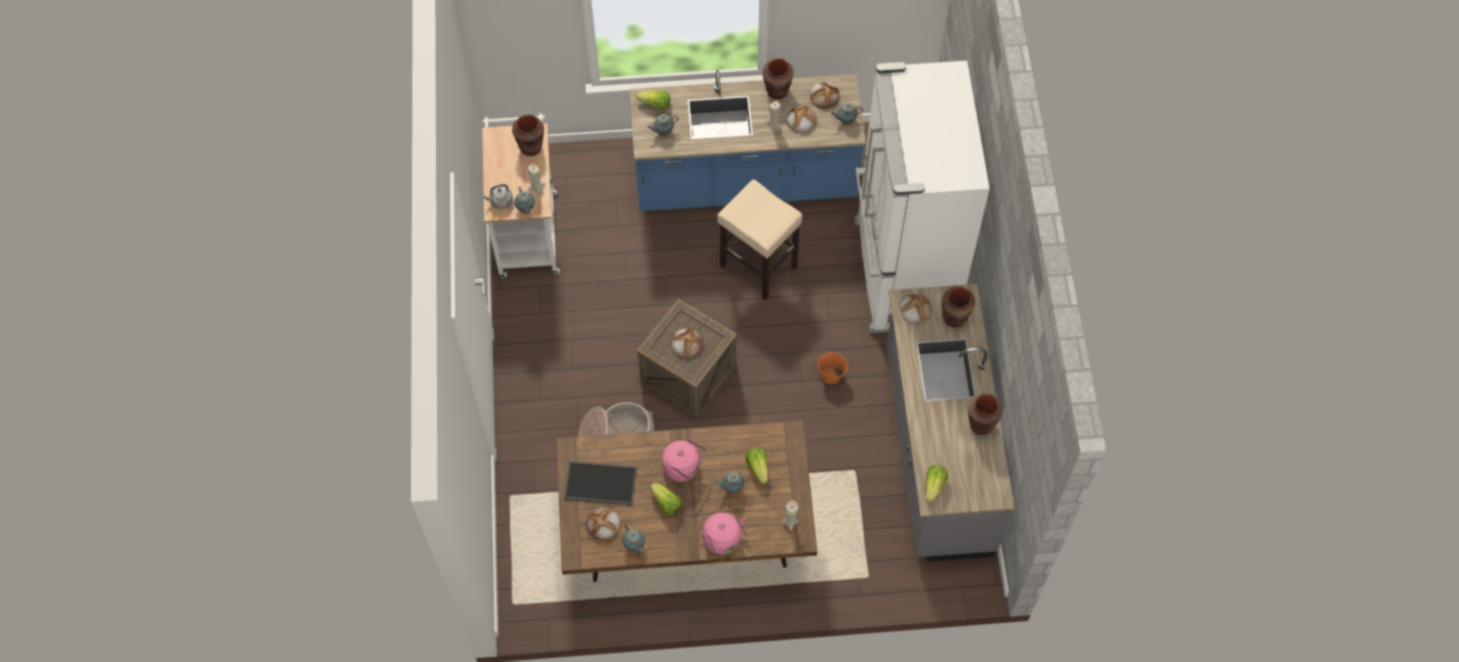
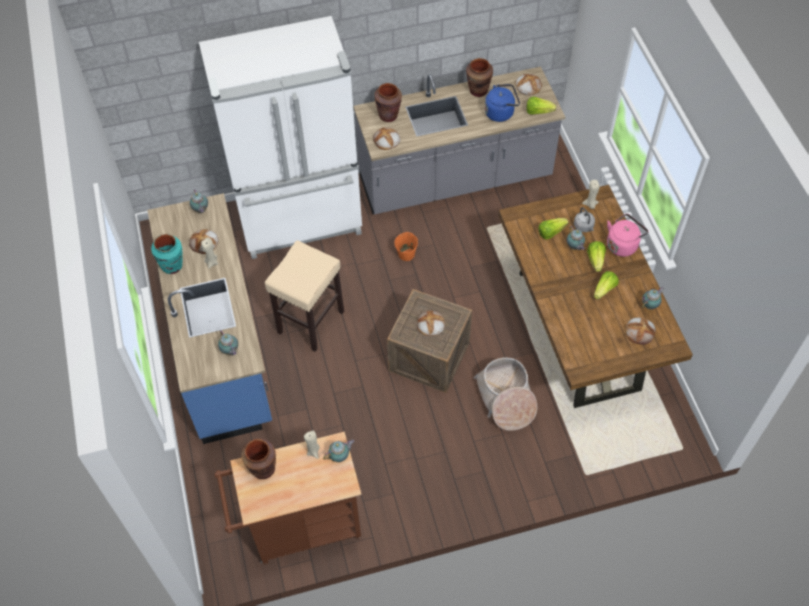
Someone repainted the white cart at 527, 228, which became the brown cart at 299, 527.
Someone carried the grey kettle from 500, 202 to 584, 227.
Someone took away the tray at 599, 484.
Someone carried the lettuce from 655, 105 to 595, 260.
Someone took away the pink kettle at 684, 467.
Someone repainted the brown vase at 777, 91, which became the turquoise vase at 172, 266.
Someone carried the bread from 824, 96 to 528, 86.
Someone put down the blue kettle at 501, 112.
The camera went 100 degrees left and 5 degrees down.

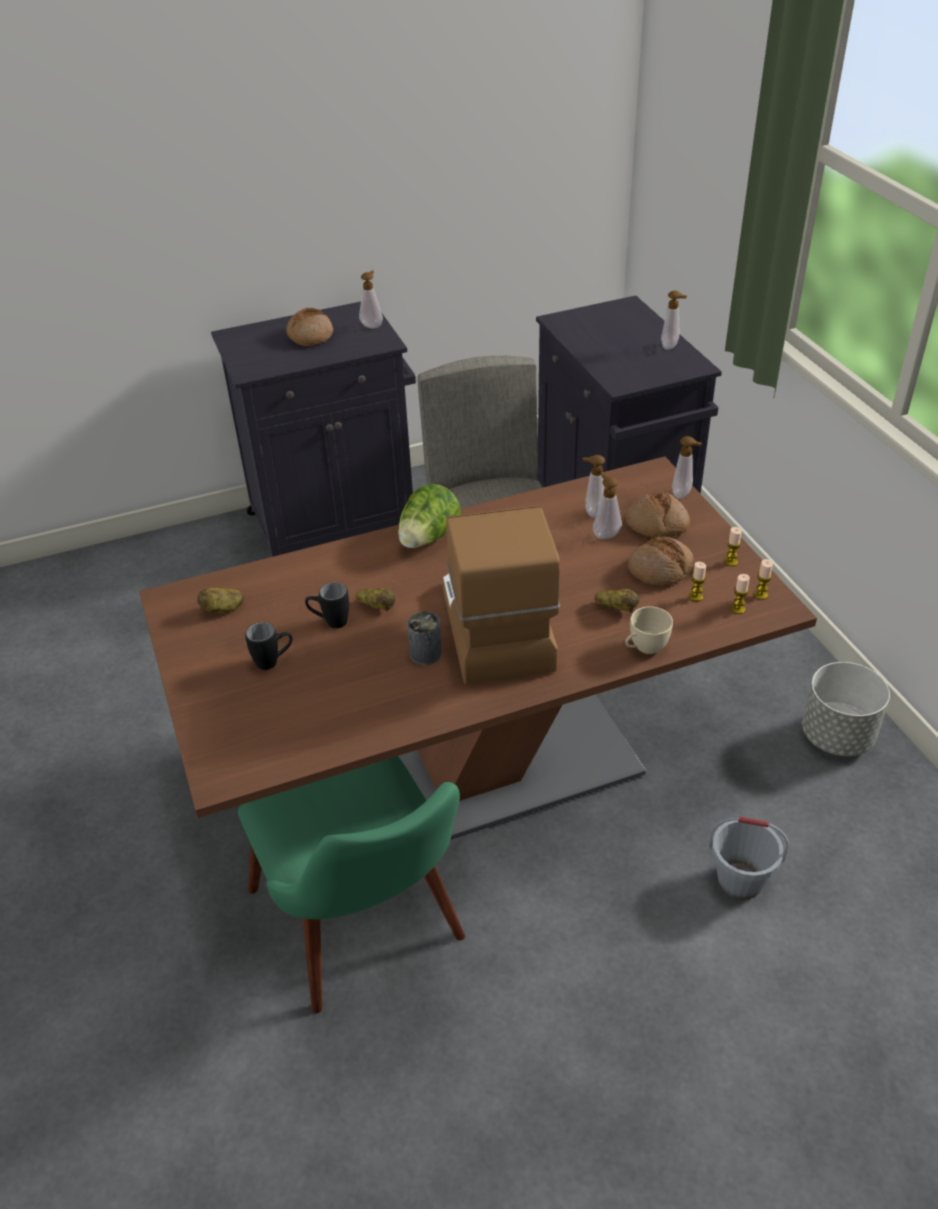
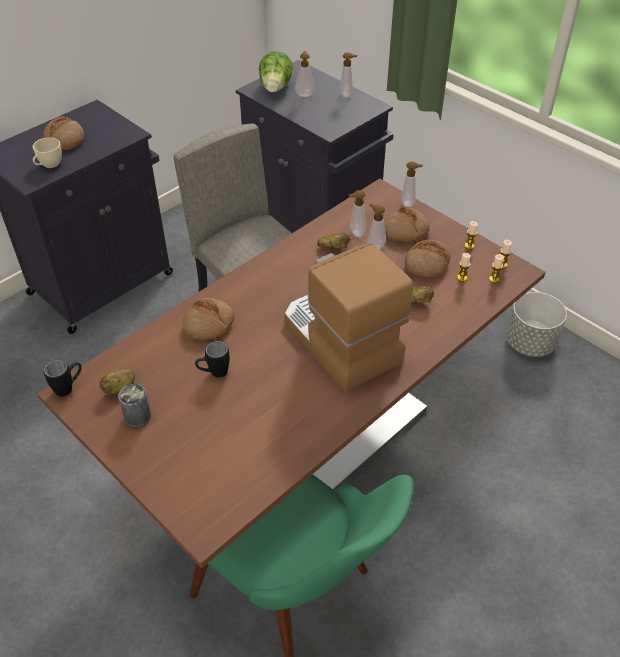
Someone carried the black mug from 274, 661 to 69, 388.
Someone carried the potato from 377, 607 to 333, 248.
Someone carried the soap dispenser from 372, 325 to 305, 94.
Someone carried the lettuce from 428, 538 to 275, 88.
Someone carried the can from 425, 653 to 137, 416.
Someone carried the beige cup from 644, 648 to 49, 165.
Someone took away the grey bucket at 740, 880.
Someone put down the bread at 209, 325.
The camera went 25 degrees left and 5 degrees up.

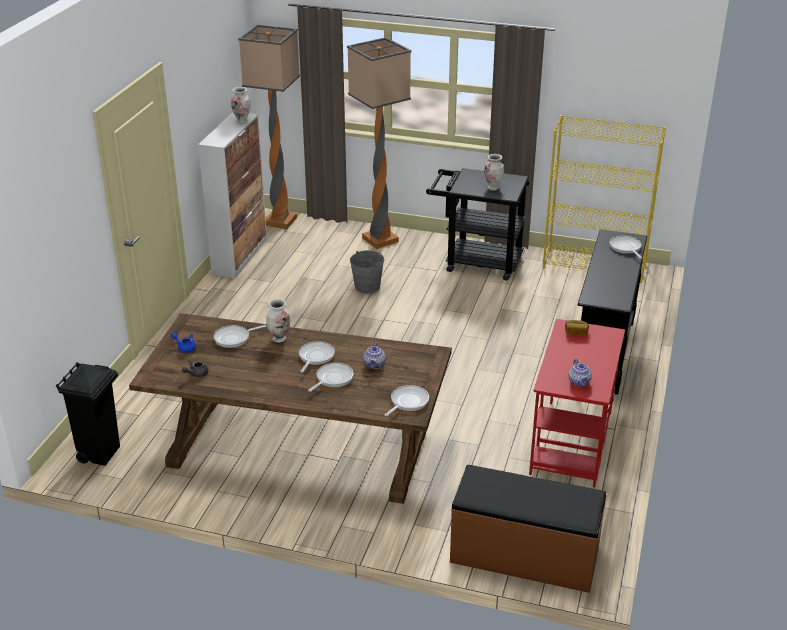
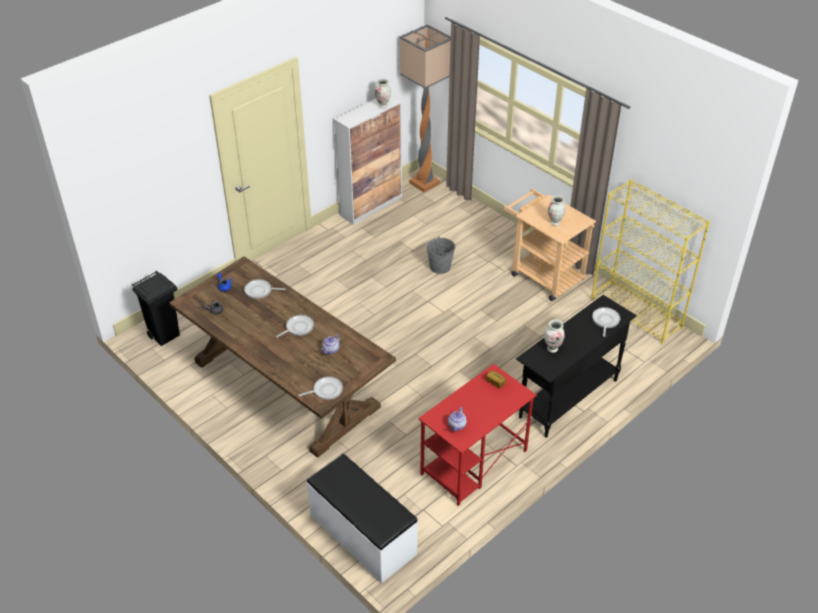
Someone carried the vase from 279, 339 to 552, 349.
Someone took away the frying pan at 333, 378.
Someone took away the floor lamp at 380, 240.
Someone repainted the black cart at 476, 262, which became the beige cart at 542, 274.
Someone repainted the brown bench at 524, 556, which became the white bench at 362, 535.
The camera went 30 degrees right and 10 degrees up.

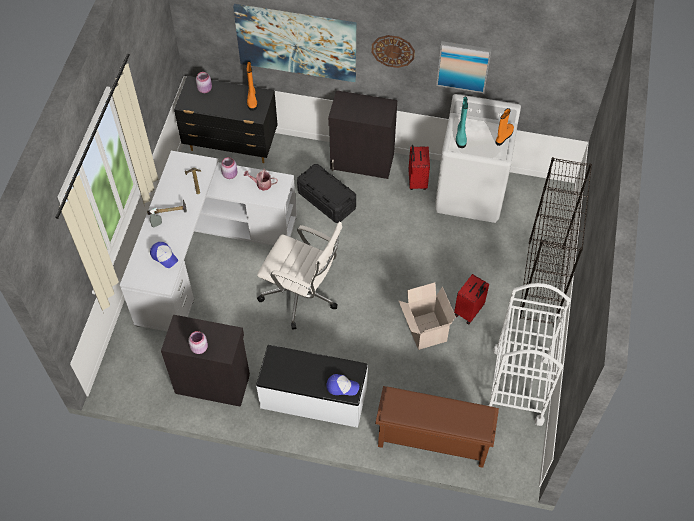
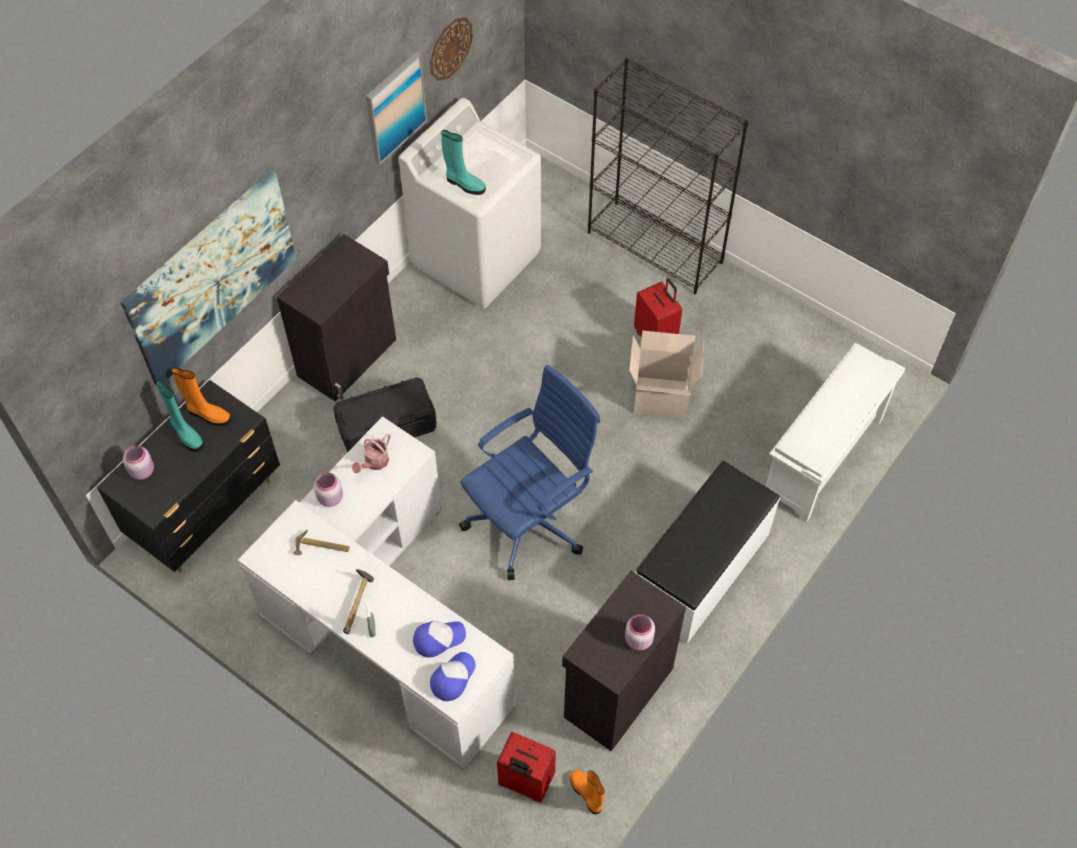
Someone repainted the white office chair at 302, 295, which became the blue office chair at 530, 521.
Someone carried the cap from 342, 386 to 452, 678.
Someone carried the wall clock from 393, 50 to 450, 48.
Someone repainted the brown shoe rack at 431, 441, which became the white shoe rack at 823, 458.
Someone carried the red suitcase from 416, 181 to 525, 782.
Someone took away the white cart at 518, 385.
Someone carried the orange boot from 503, 136 to 587, 794.
Someone put down the turquoise boot at 186, 434.
The camera went 65 degrees left and 0 degrees up.

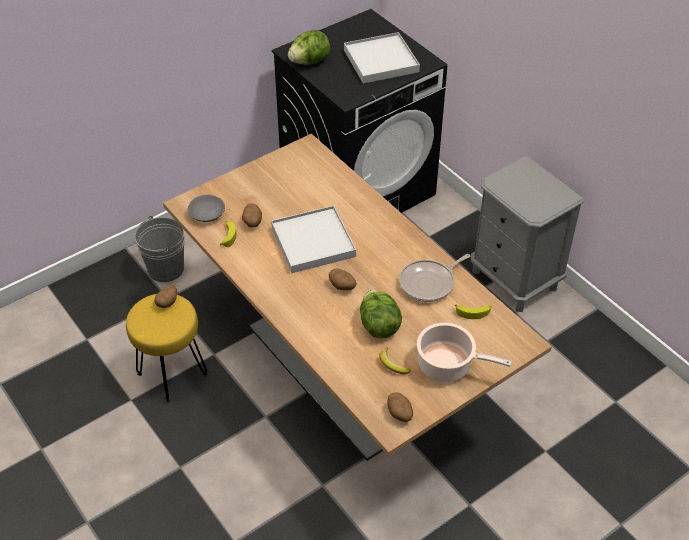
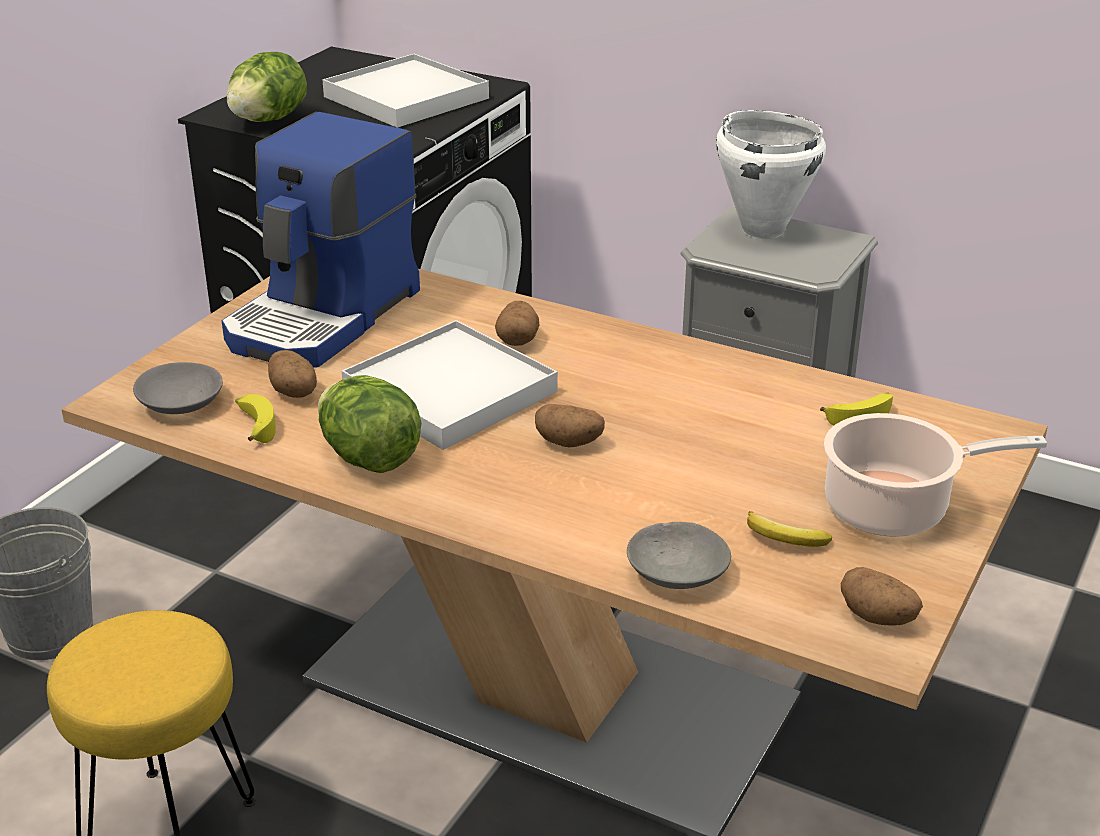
Someone carried the potato from 167, 302 to 517, 340.
Someone carried the lettuce from 379, 326 to 369, 458.
Someone took away the frying pan at 429, 283.
Someone put down the coffee machine at 325, 317.
Someone put down the grey bowl at 678, 572.
Someone put down the white cooking pot at 762, 230.
The camera went 25 degrees left and 15 degrees down.

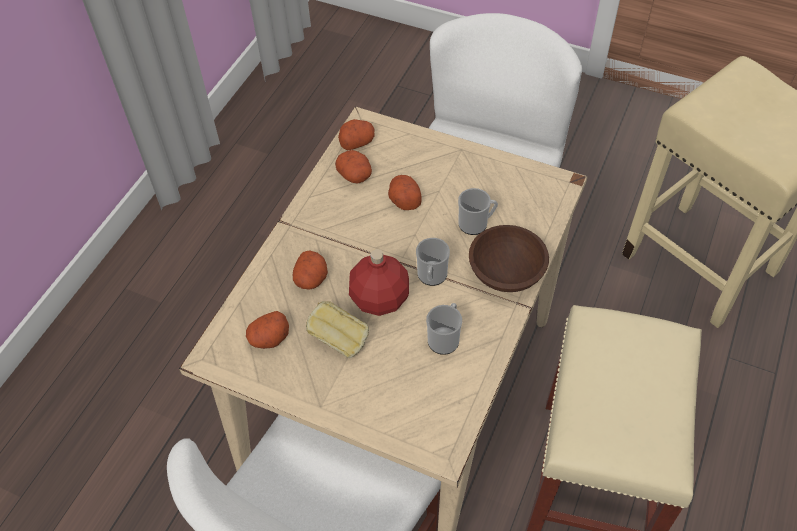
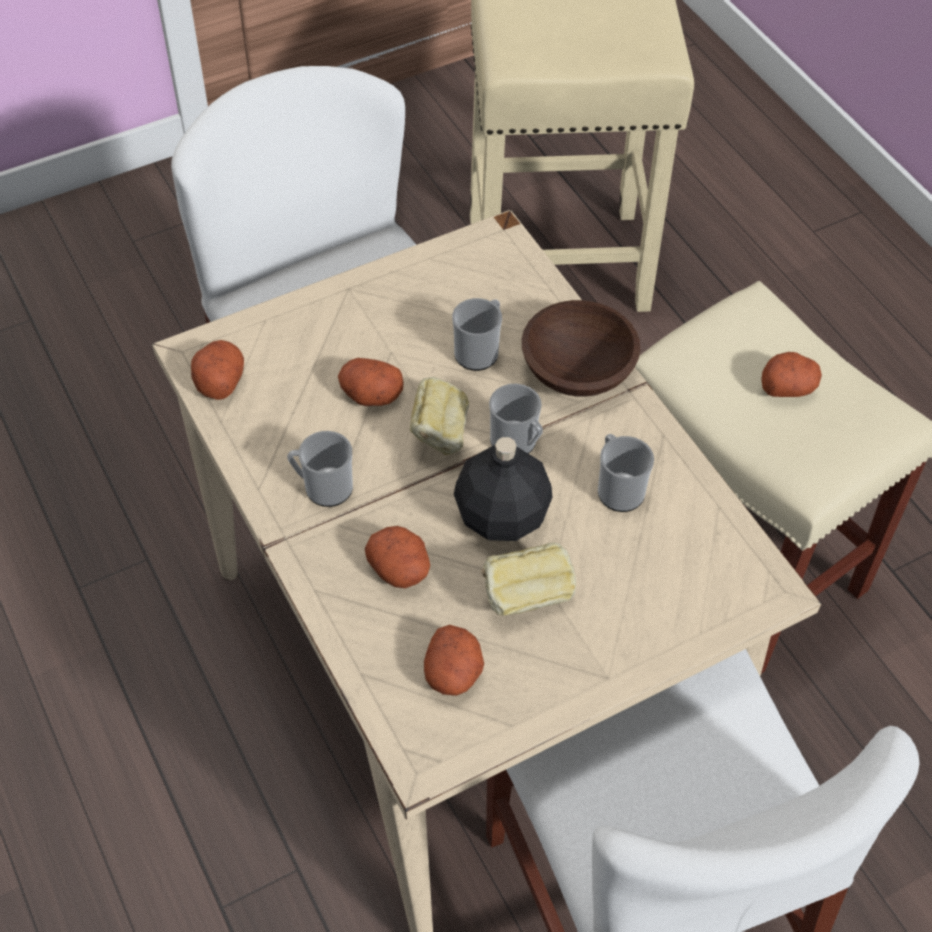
Someone carried the potato from 355, 175 to 788, 387.
Someone repainted the red bottle at 380, 299, which became the black bottle at 503, 516.
Someone put down the mug at 323, 487.
Someone put down the bread at 440, 435.
The camera went 55 degrees left and 0 degrees up.

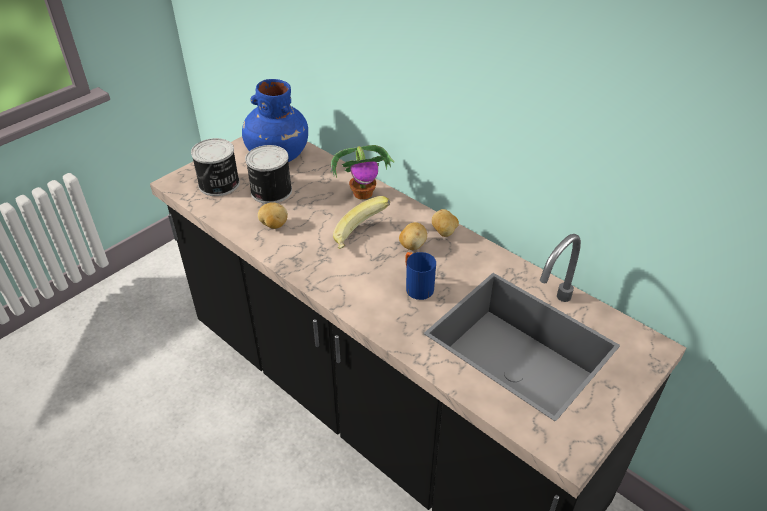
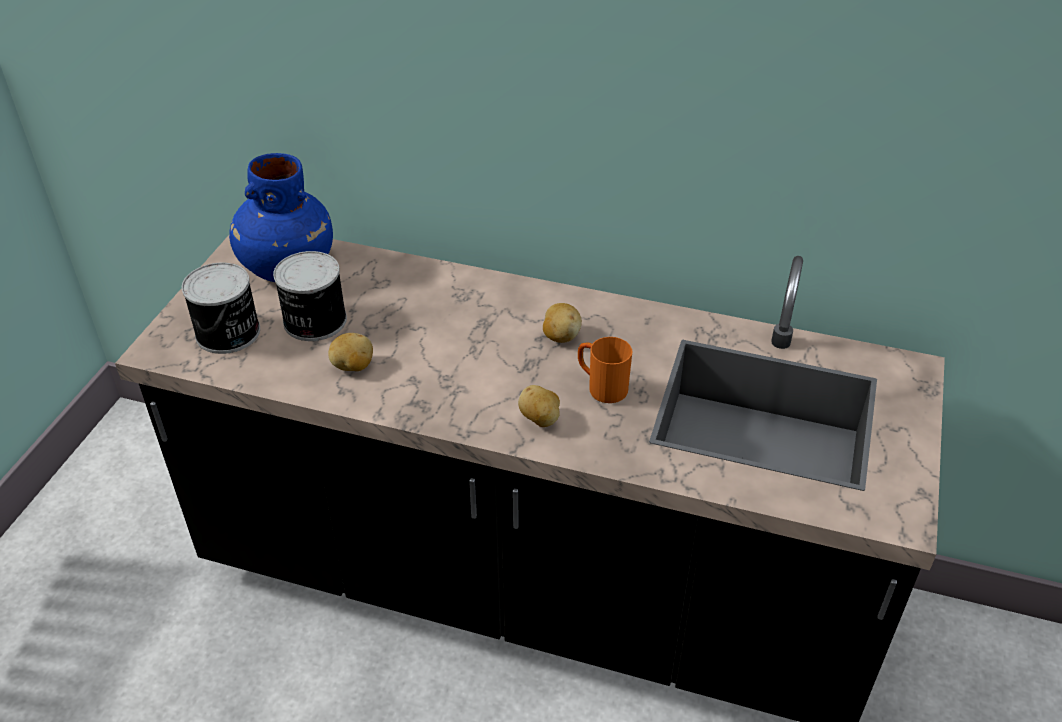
Someone took away the potted plant at 363, 193.
Someone took away the banana at 361, 237.
Someone repainted the blue mug at 416, 286, which became the orange mug at 601, 387.
Someone carried the potato from 444, 232 to 540, 419.
The camera went 25 degrees left and 0 degrees up.

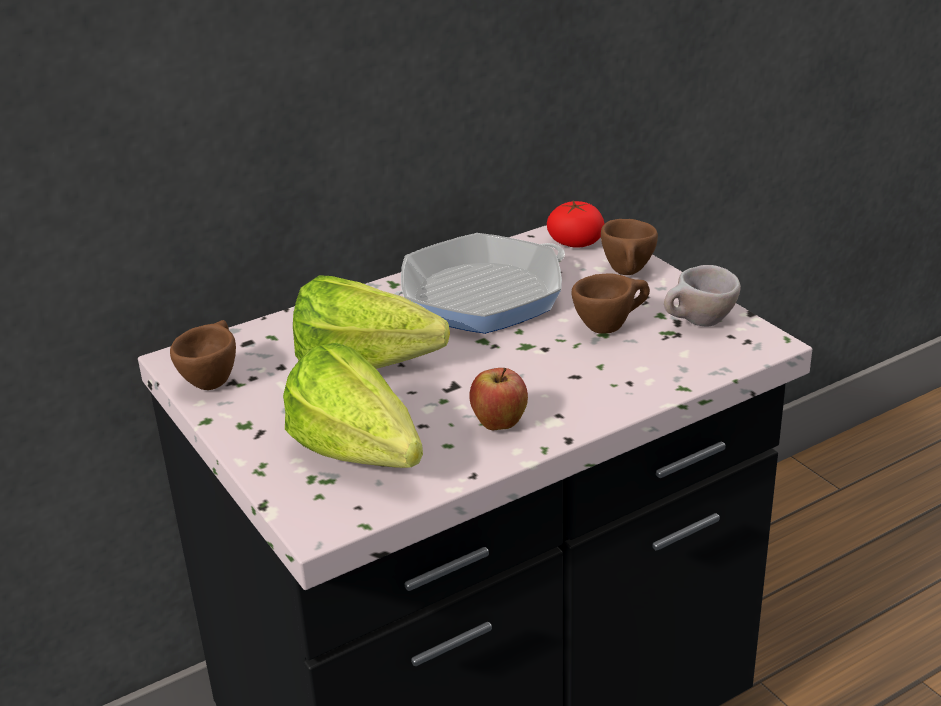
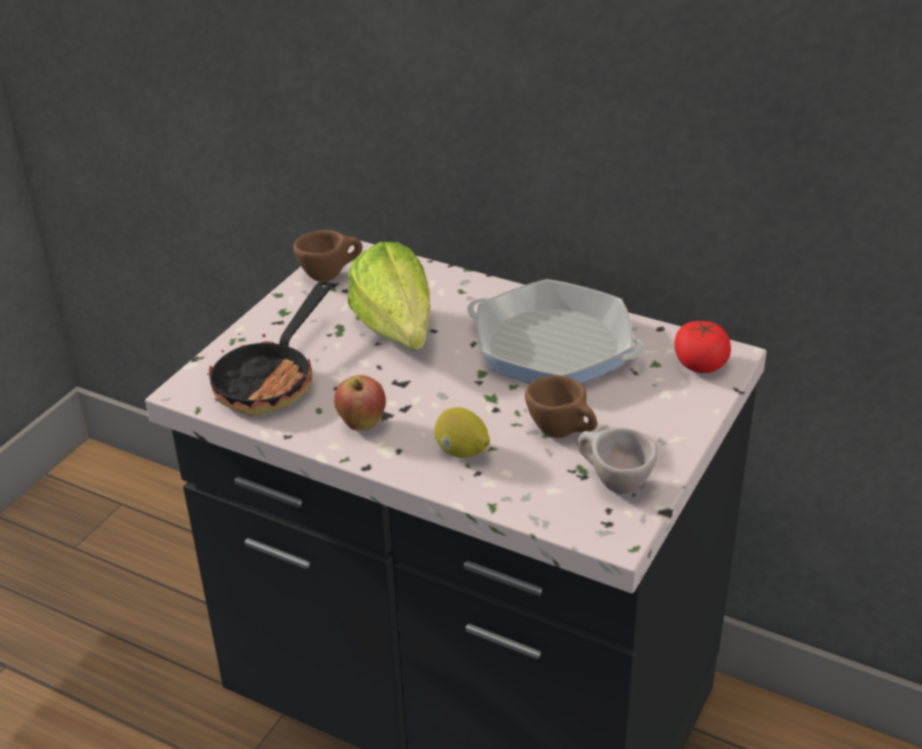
Someone swapped the lettuce at 363, 461 for the frying pan at 272, 379.
Someone took away the brown cup at 629, 274.
Someone put down the lemon at 462, 452.
The camera went 60 degrees right and 5 degrees up.

